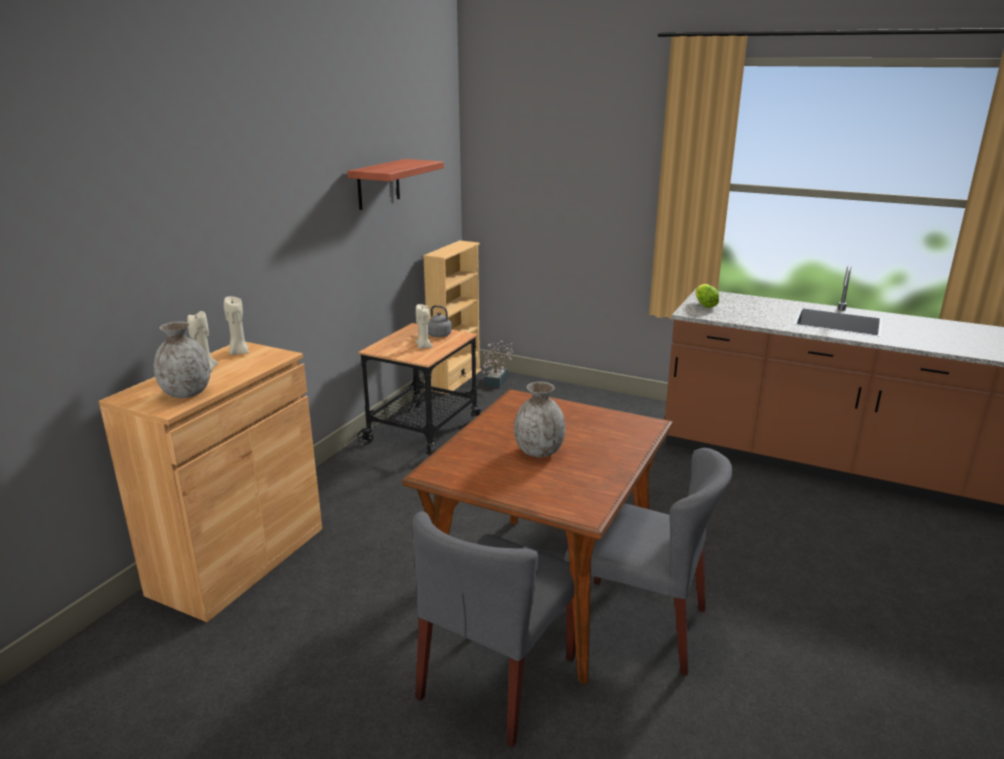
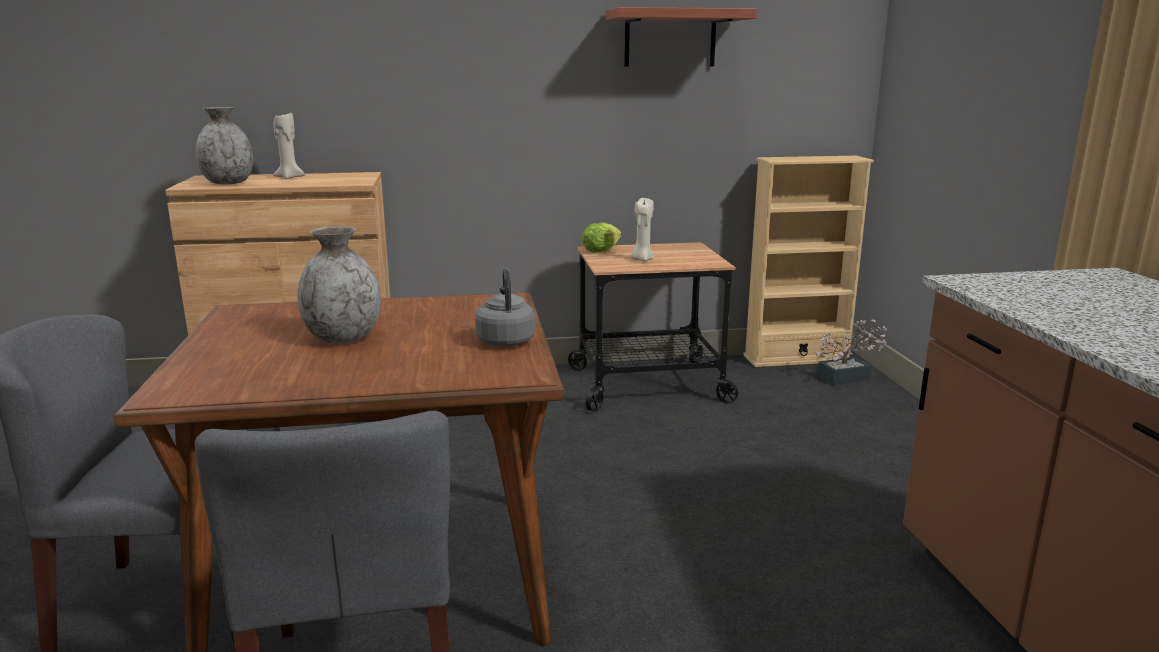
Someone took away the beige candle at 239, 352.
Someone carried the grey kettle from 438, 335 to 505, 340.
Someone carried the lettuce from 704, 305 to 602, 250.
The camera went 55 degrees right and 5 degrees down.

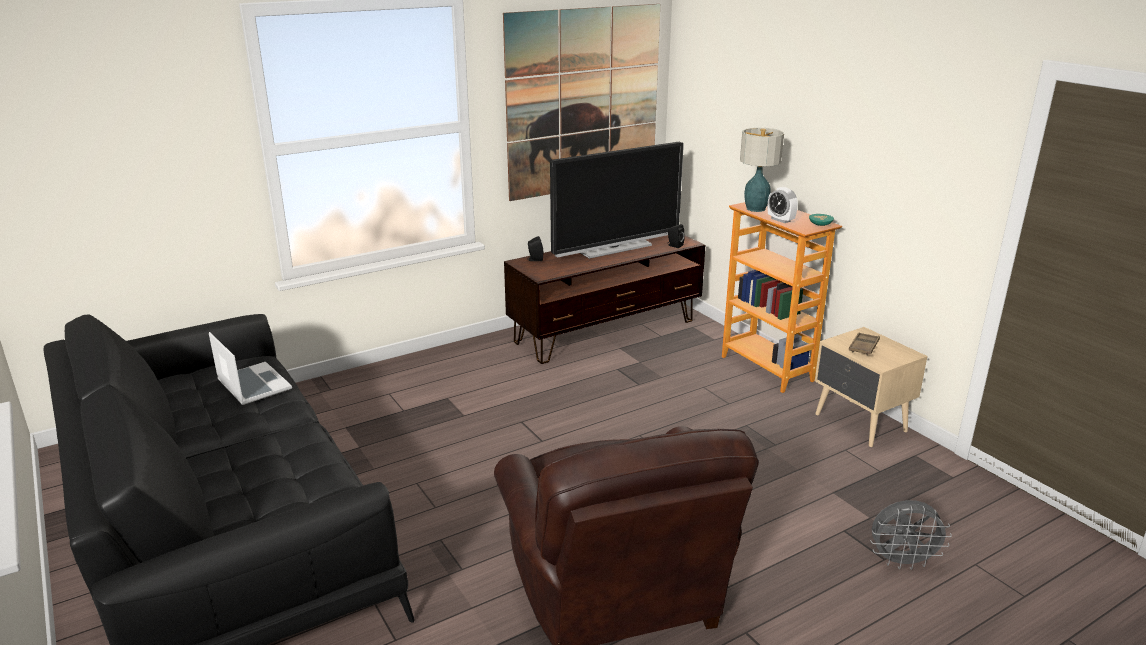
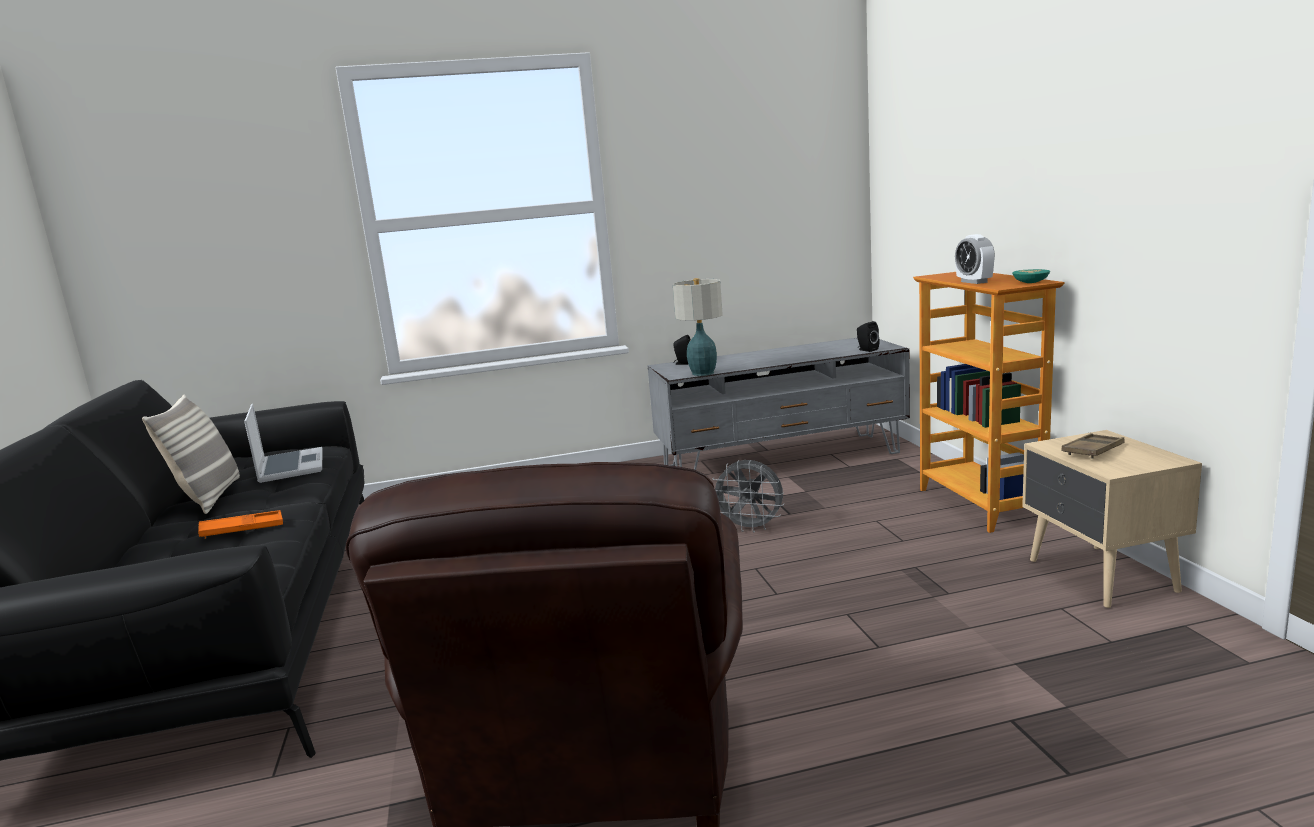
Someone took away the picture at 584, 101.
Someone repainted the brown tv stand at 606, 331, which became the grey tv stand at 781, 460.
Someone took away the television at 614, 248.
Someone carried the table lamp from 756, 209 to 703, 373.
Someone carried the grey fan from 902, 562 to 751, 528.
Someone put down the pillow at 209, 497.
Someone put down the orange tray at 242, 529.
The camera went 20 degrees right and 10 degrees down.

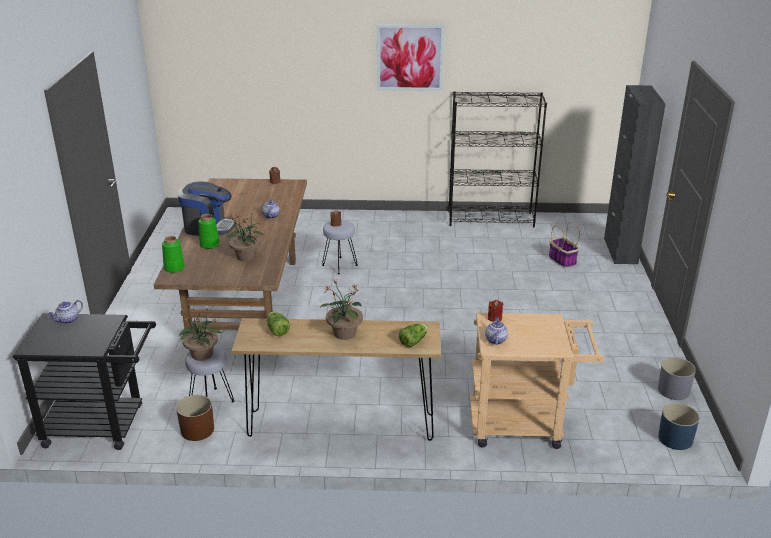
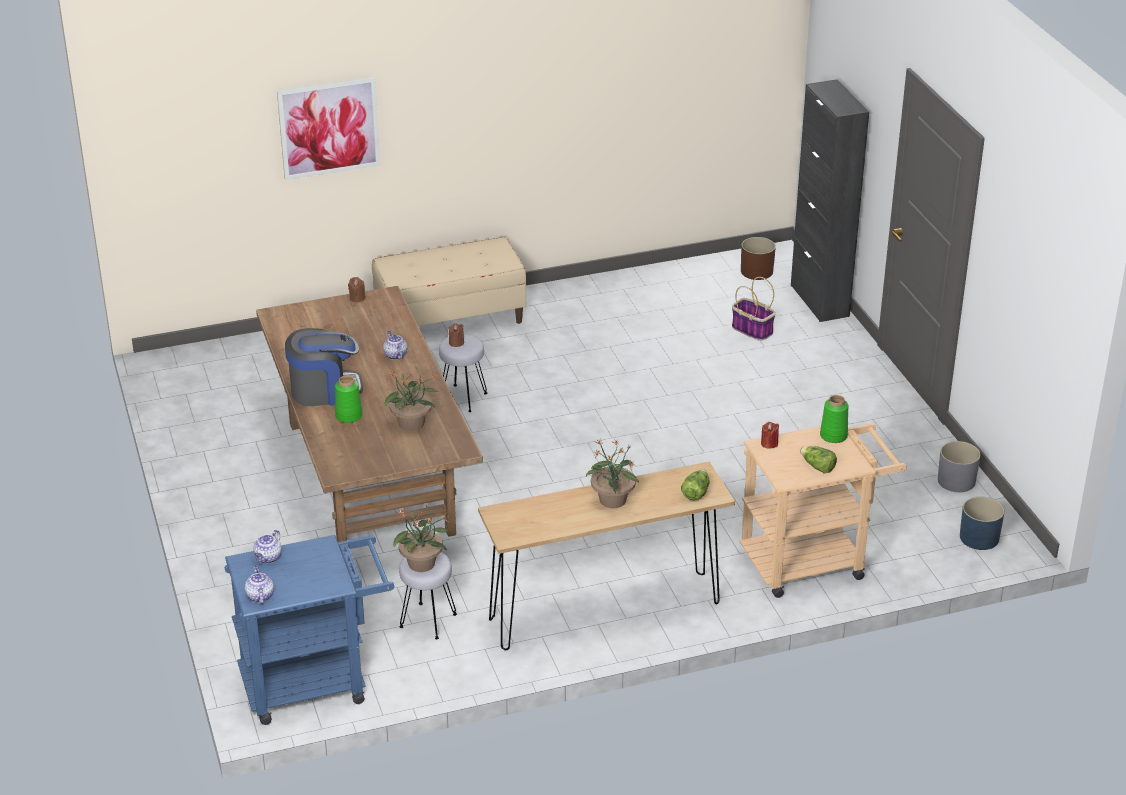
Someone repainted the black cart at 103, 426, which became the blue cart at 315, 681.
Someone carried the green vase from 174, 268 to 833, 436.
Someone carried the brown planter from 197, 430 to 757, 271.
Someone carried the lettuce from 277, 330 to 817, 467.
Someone carried the picture from 410, 57 to 329, 128.
Someone took away the black bookcase at 491, 219.
Someone carried the teapot from 495, 340 to 259, 595.
Someone put down the beige bench at 450, 319.
The camera went 20 degrees left and 5 degrees up.

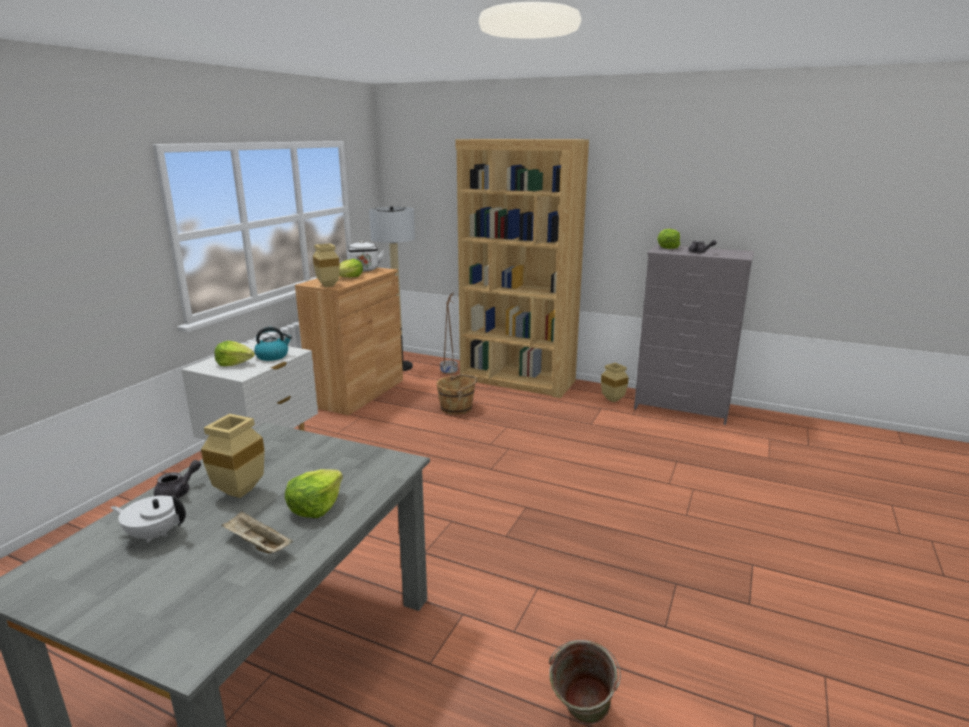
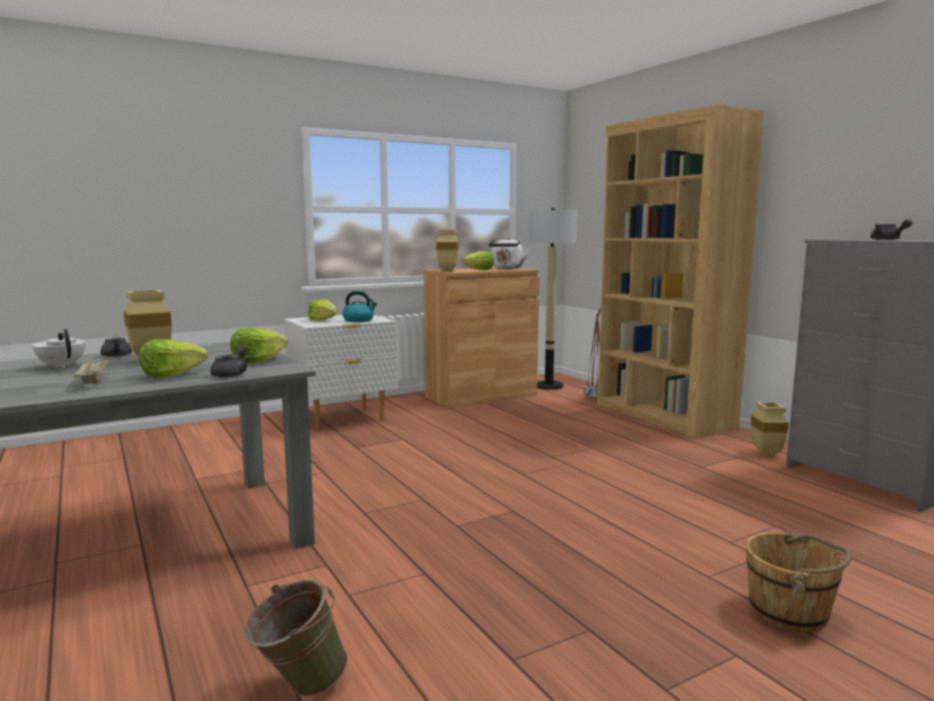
Someone carried the brown bucket from 457, 408 to 790, 611.
Someone carried the lettuce from 667, 247 to 257, 360.
Someone put down the grey teapot at 232, 374.
The camera went 35 degrees right and 10 degrees down.

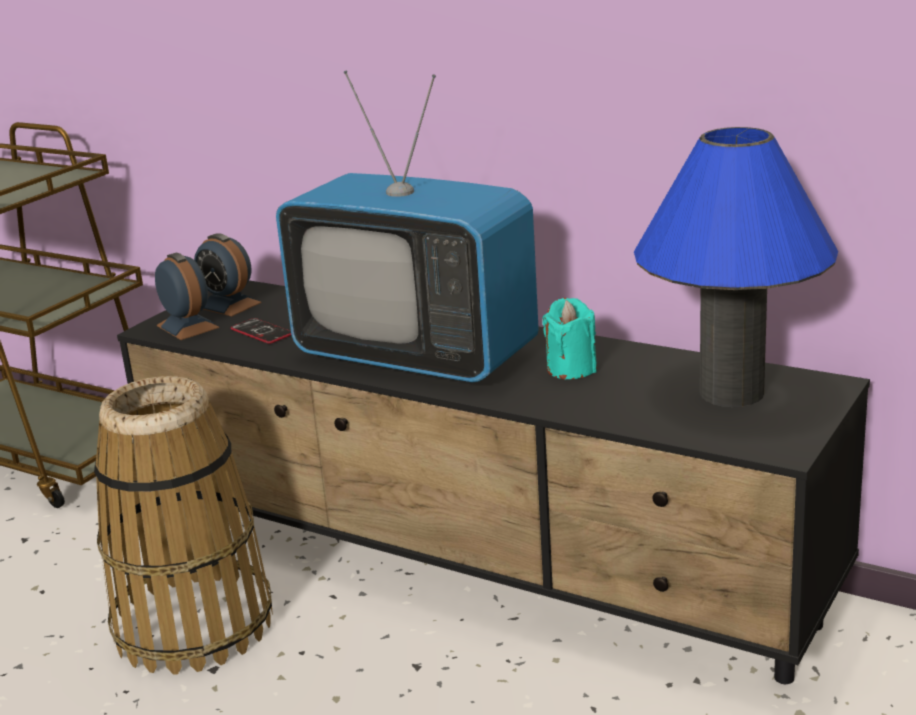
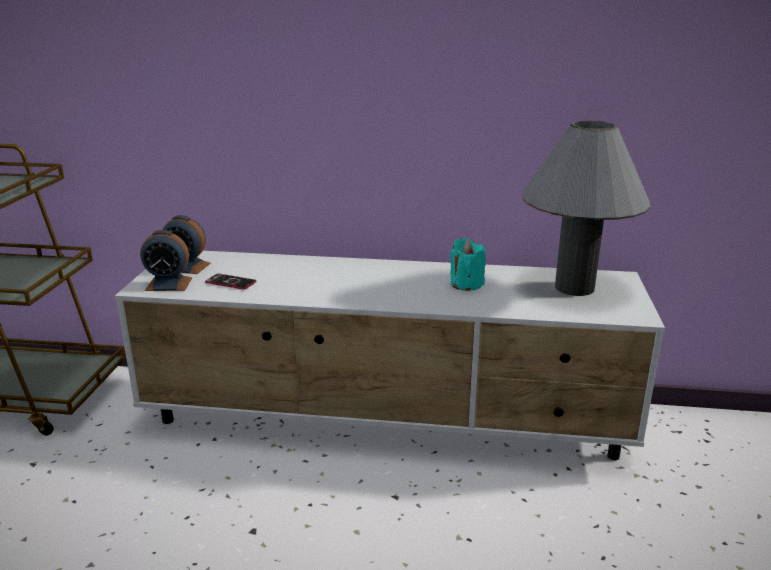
Someone took away the basket at 194, 625.
Someone repainted the black tv stand at 477, 566, which became the white tv stand at 388, 423.
Someone rotated the alarm clock at 187, 326 by 150 degrees clockwise.
Someone took away the television at 417, 357.
Someone repainted the blue table lamp at 731, 393, which became the grey table lamp at 574, 287.
The camera went 25 degrees left and 0 degrees up.

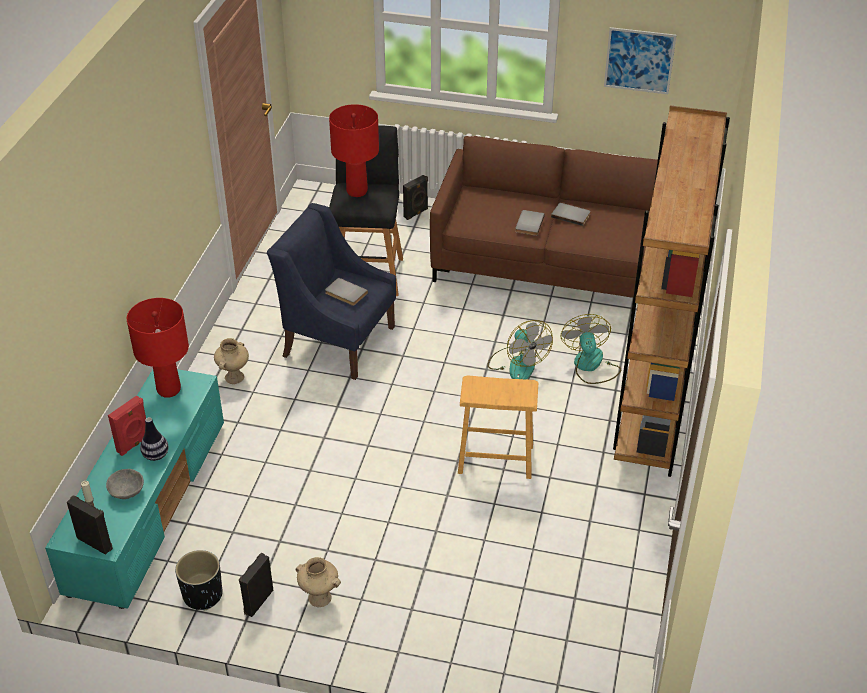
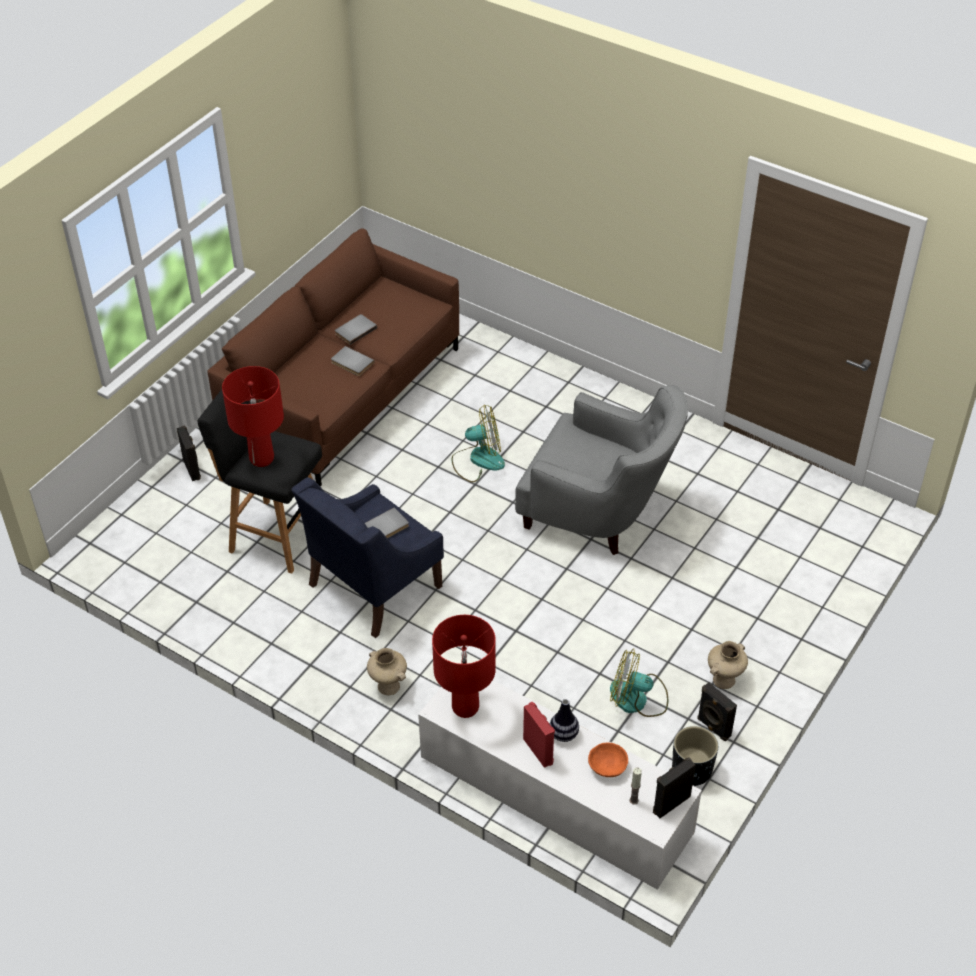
Someone repainted the turquoise tv stand at 148, 505, which became the white tv stand at 553, 796.
Someone repainted the grey bowl at 126, 491, which became the orange bowl at 606, 767.
Someone swapped the brown stool at 495, 459 for the grey armchair at 599, 512.
Someone carried the fan from 590, 366 to 637, 699.
Someone took away the picture at 639, 60.
Someone took away the brown bookcase at 651, 405.
The camera went 70 degrees left and 5 degrees up.

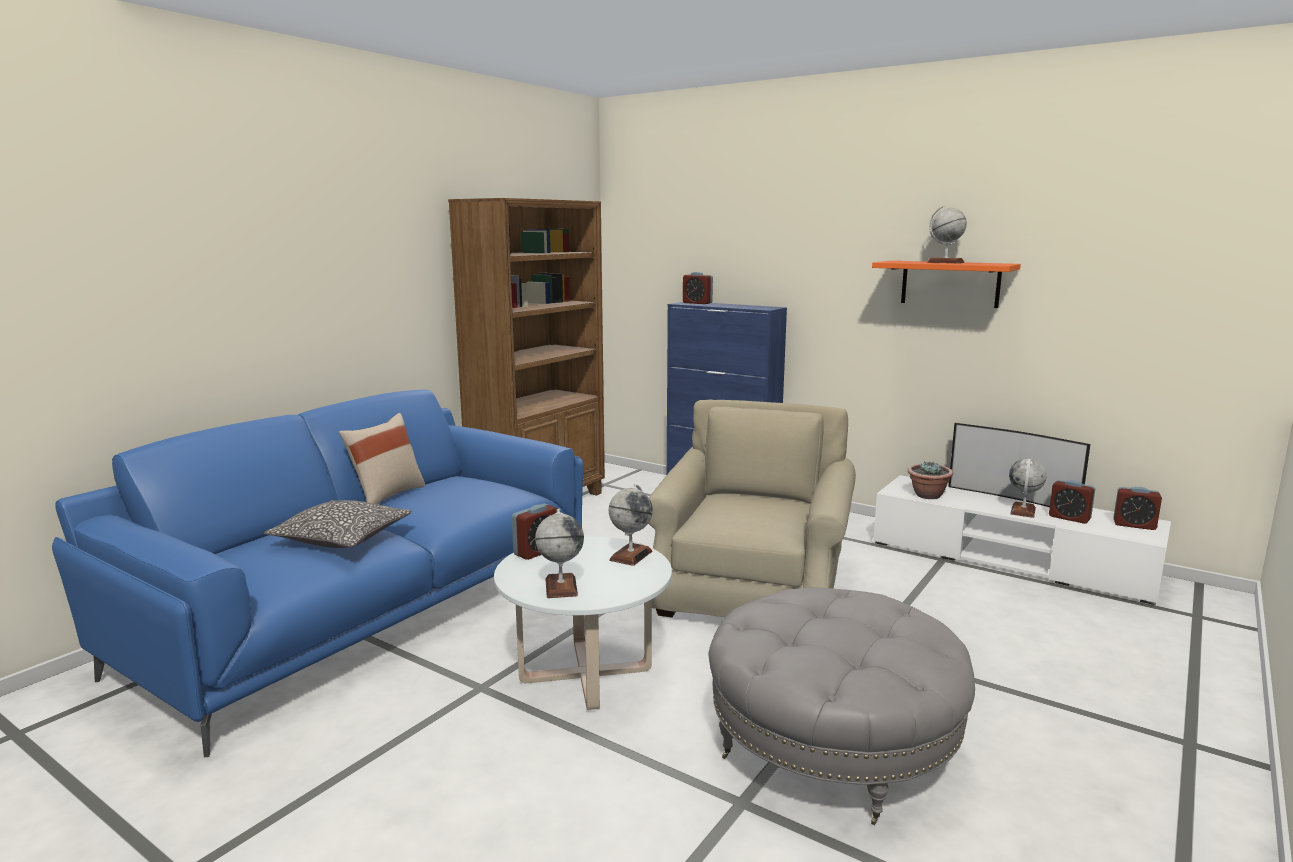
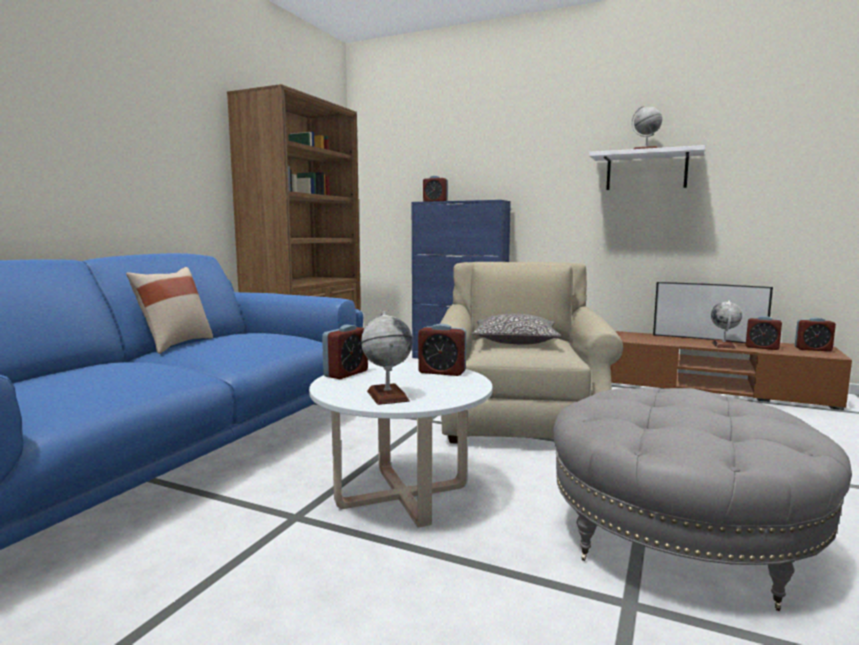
Someone carried the pillow from 342, 538 to 515, 341.
Someone swapped the globe at 631, 555 for the alarm clock at 442, 372.
Someone repainted the orange shelf at 950, 283, which became the white shelf at 646, 171.
Someone repainted the white tv stand at 1010, 559, which became the brown tv stand at 711, 388.
Someone took away the potted plant at 928, 495.
The camera went 10 degrees left and 5 degrees down.

